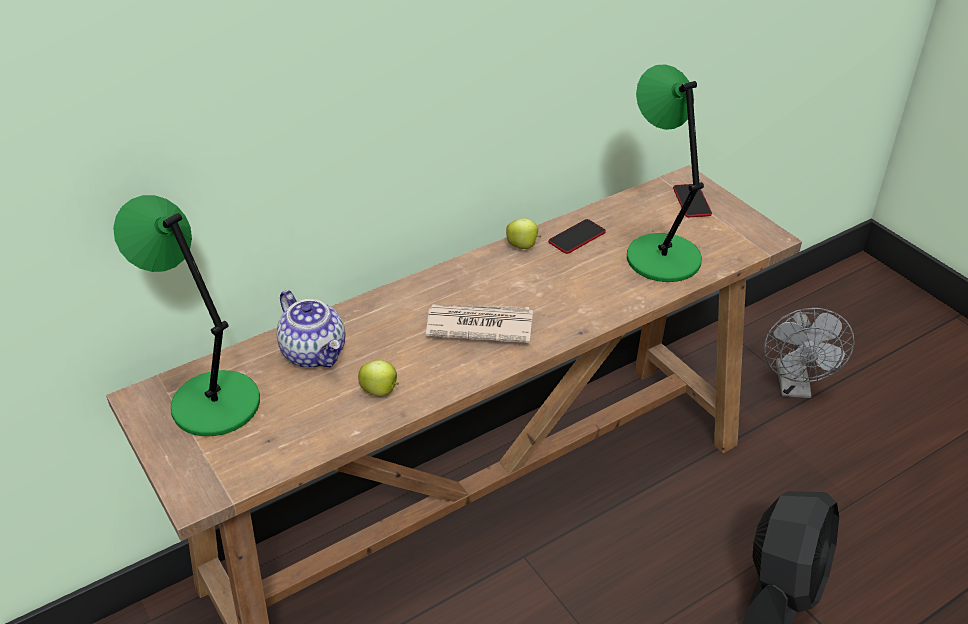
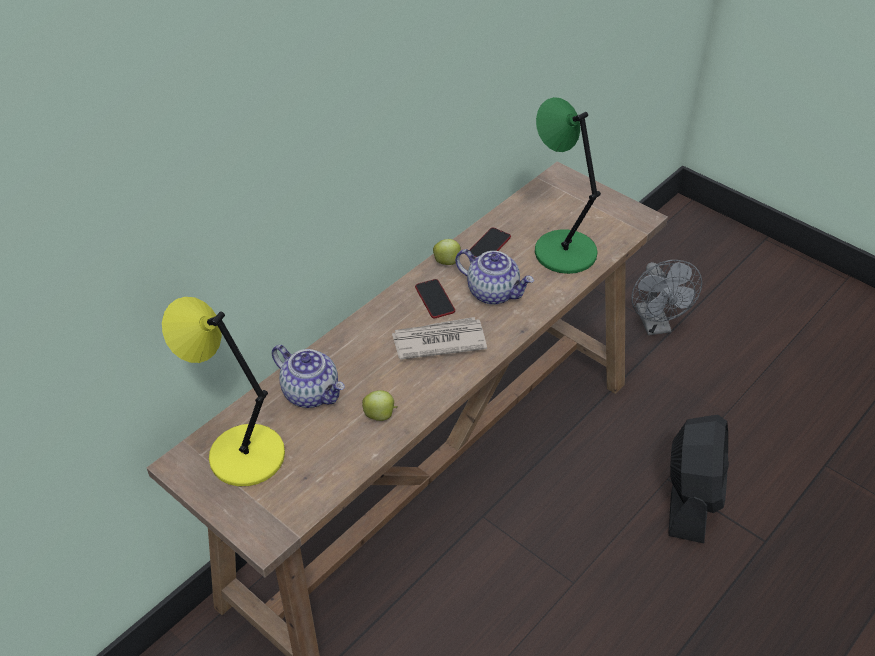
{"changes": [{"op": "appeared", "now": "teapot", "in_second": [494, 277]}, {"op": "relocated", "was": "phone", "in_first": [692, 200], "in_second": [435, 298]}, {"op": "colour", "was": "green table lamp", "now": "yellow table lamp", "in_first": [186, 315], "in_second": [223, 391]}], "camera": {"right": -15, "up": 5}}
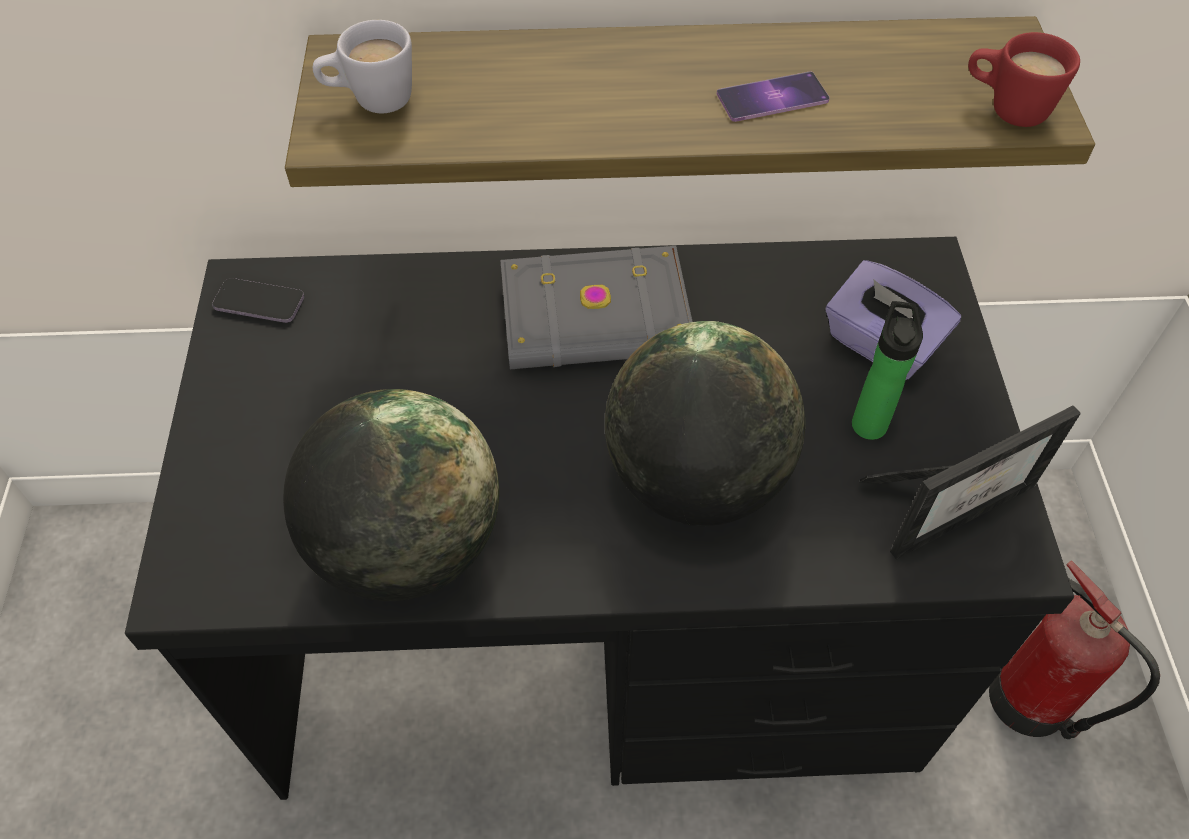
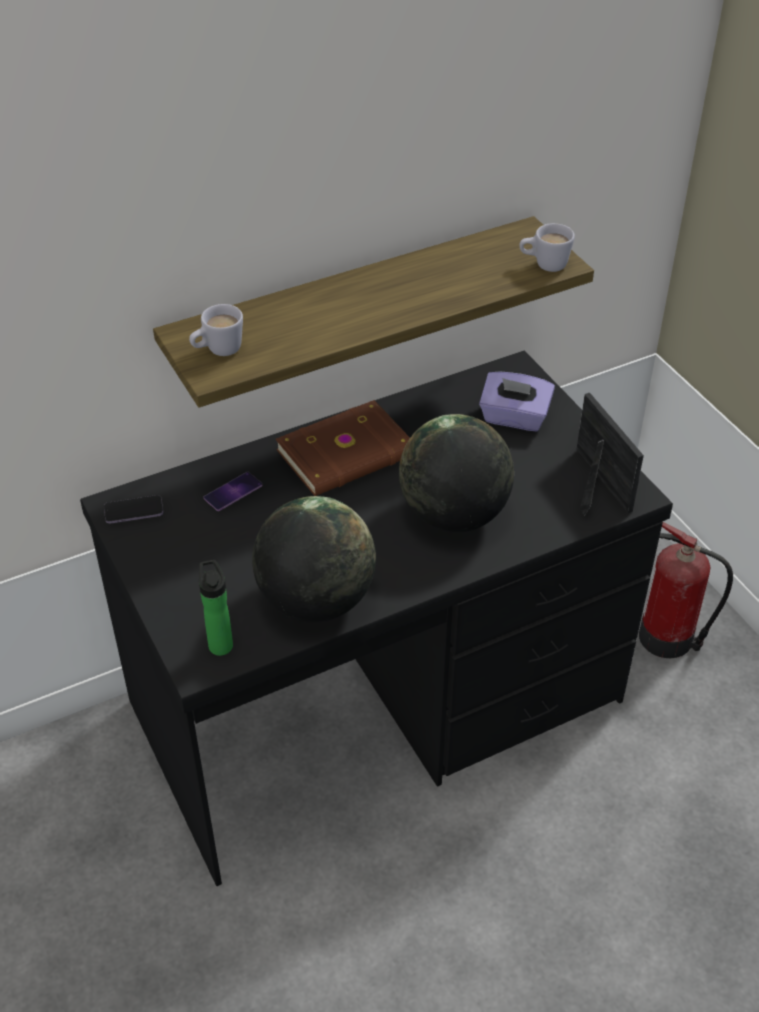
{"changes": [{"op": "relocated", "was": "phone", "in_first": [773, 97], "in_second": [233, 491]}, {"op": "relocated", "was": "bottle", "in_first": [887, 370], "in_second": [216, 608]}, {"op": "colour", "was": "grey book", "now": "brown book", "in_first": [596, 307], "in_second": [343, 448]}, {"op": "colour", "was": "red mug", "now": "white mug", "in_first": [1024, 79], "in_second": [547, 247]}, {"op": "spun", "was": "picture frame", "in_first": [970, 483], "in_second": [610, 454], "clockwise": -60}], "camera": {"right": -25, "up": -10}}
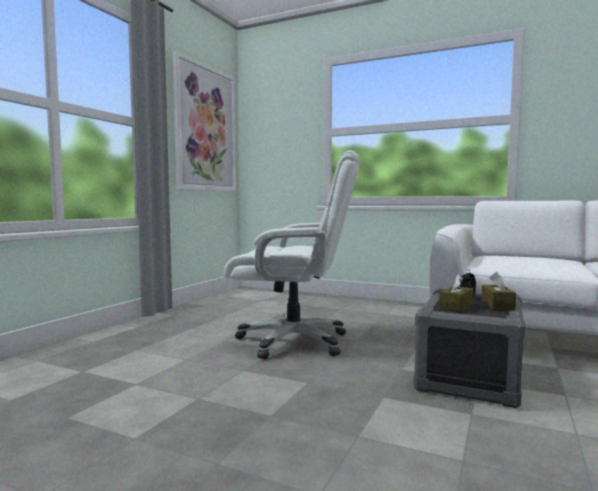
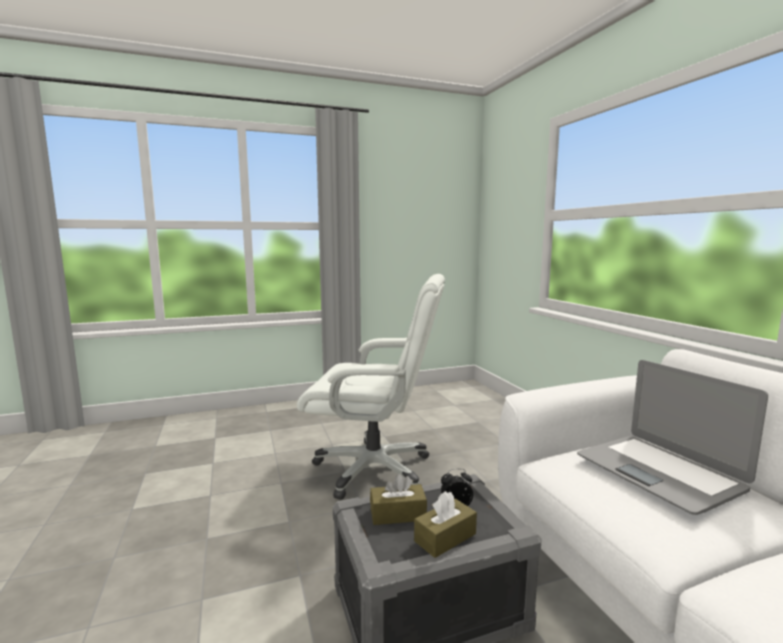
{"changes": [{"op": "missing", "was": "picture", "in_first": [204, 121]}, {"op": "appeared", "now": "laptop", "in_second": [672, 437]}, {"op": "spun", "was": "white office chair", "in_first": [291, 254], "in_second": [371, 387], "clockwise": -45}], "camera": {"right": 45, "up": 5}}
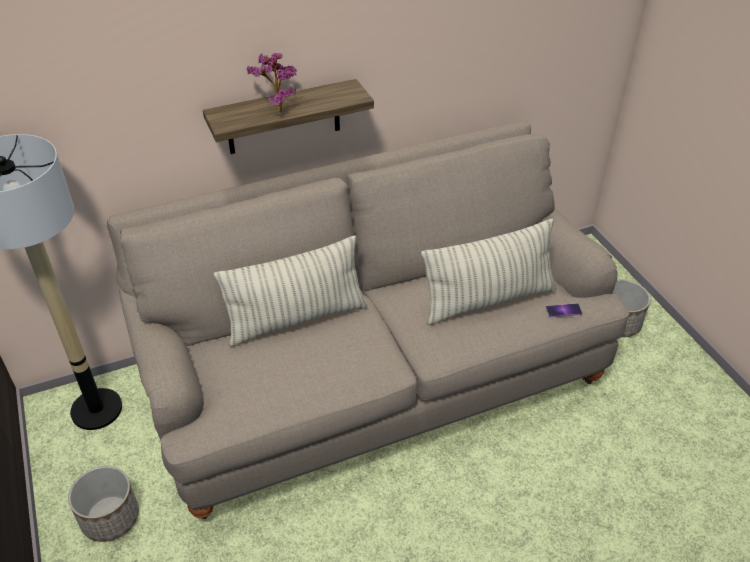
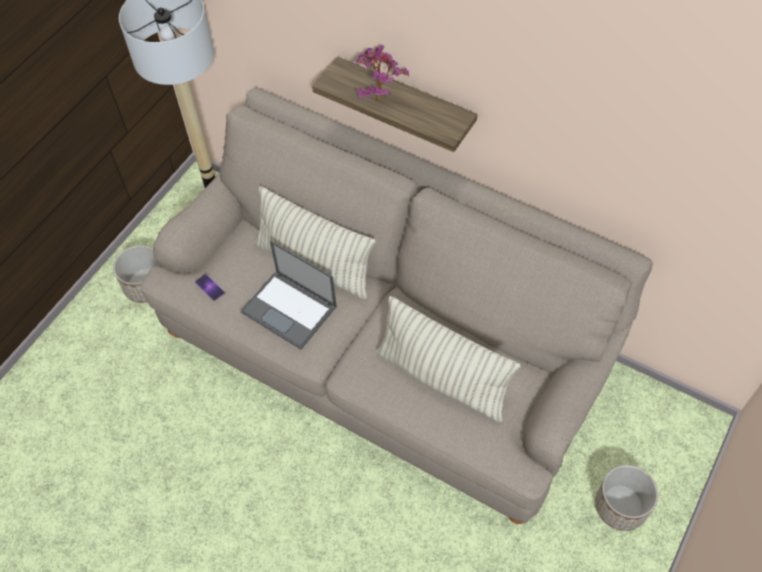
{"changes": [{"op": "appeared", "now": "laptop", "in_second": [289, 295]}, {"op": "relocated", "was": "phone", "in_first": [564, 310], "in_second": [210, 287]}], "camera": {"right": 55, "up": 15}}
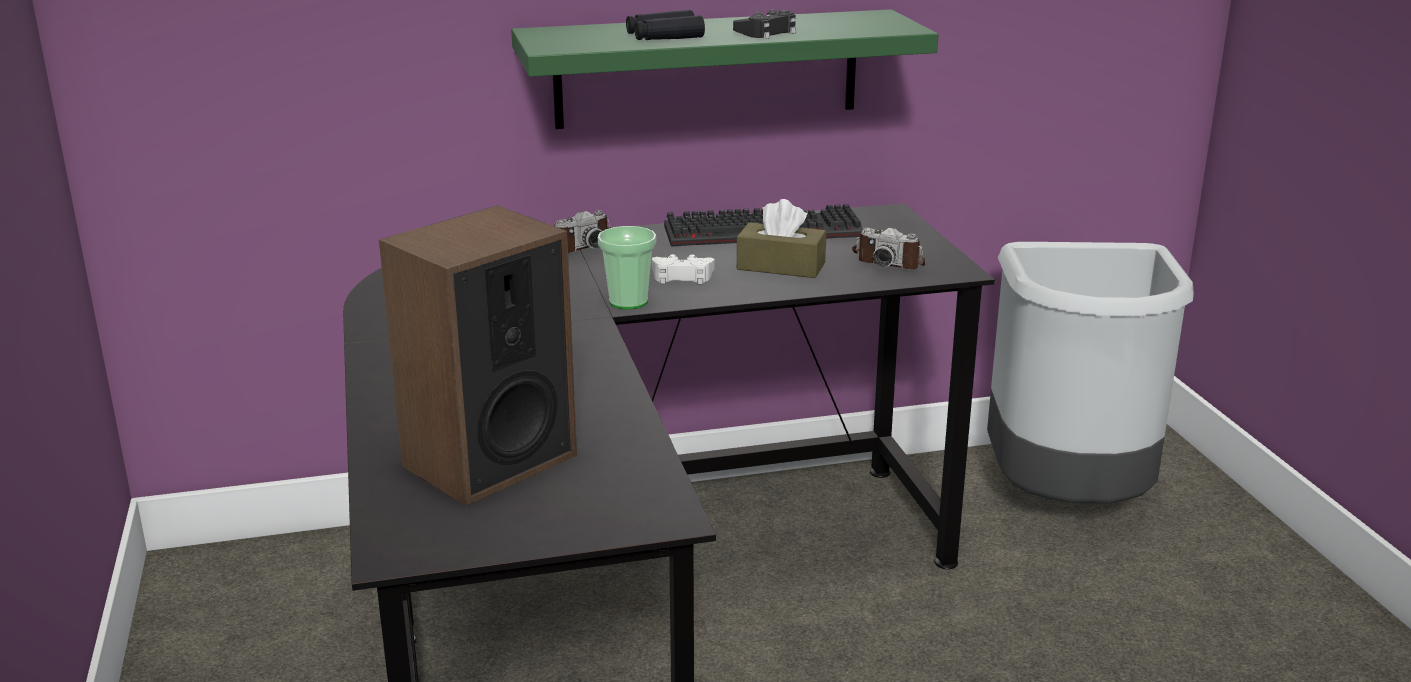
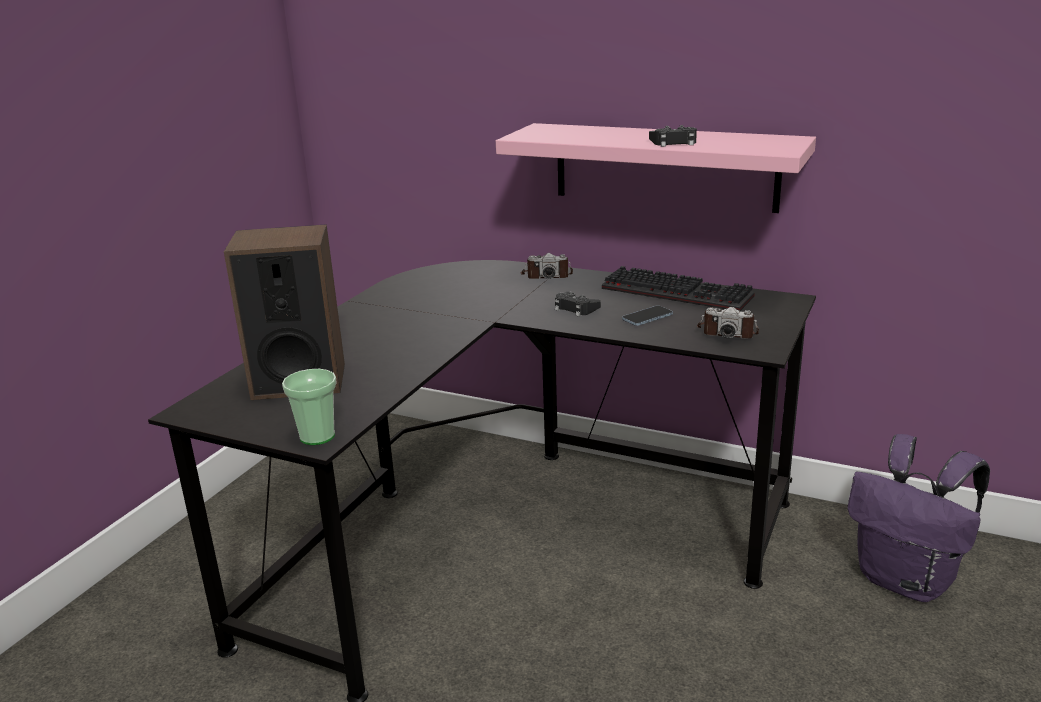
{"changes": [{"op": "missing", "was": "black binoculars", "in_first": [665, 25]}, {"op": "relocated", "was": "cup", "in_first": [627, 267], "in_second": [309, 407]}, {"op": "exchanged", "was": "brown tissue box", "now": "phone", "in_first": [781, 238], "in_second": [647, 316]}, {"op": "exchanged", "was": "grey trash can", "now": "purple backpack", "in_first": [1090, 373], "in_second": [918, 518]}, {"op": "colour", "was": "green shelf", "now": "pink shelf", "in_first": [725, 69], "in_second": [656, 168]}, {"op": "colour", "was": "white game controller", "now": "black game controller", "in_first": [683, 269], "in_second": [578, 304]}, {"op": "spun", "was": "photo camera", "in_first": [888, 248], "in_second": [728, 323], "clockwise": -45}], "camera": {"right": 40, "up": 0}}
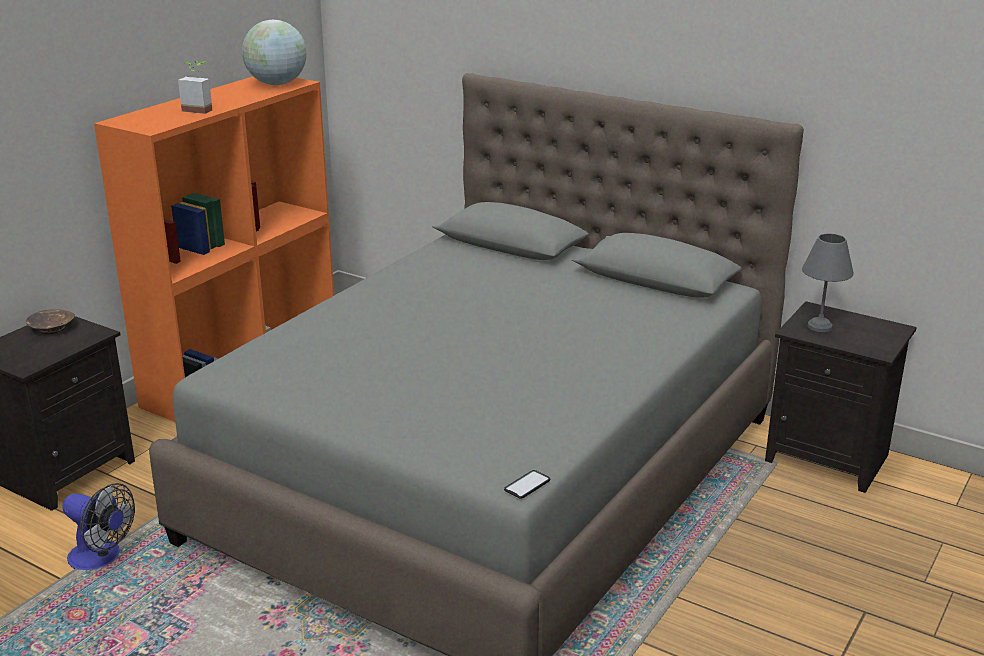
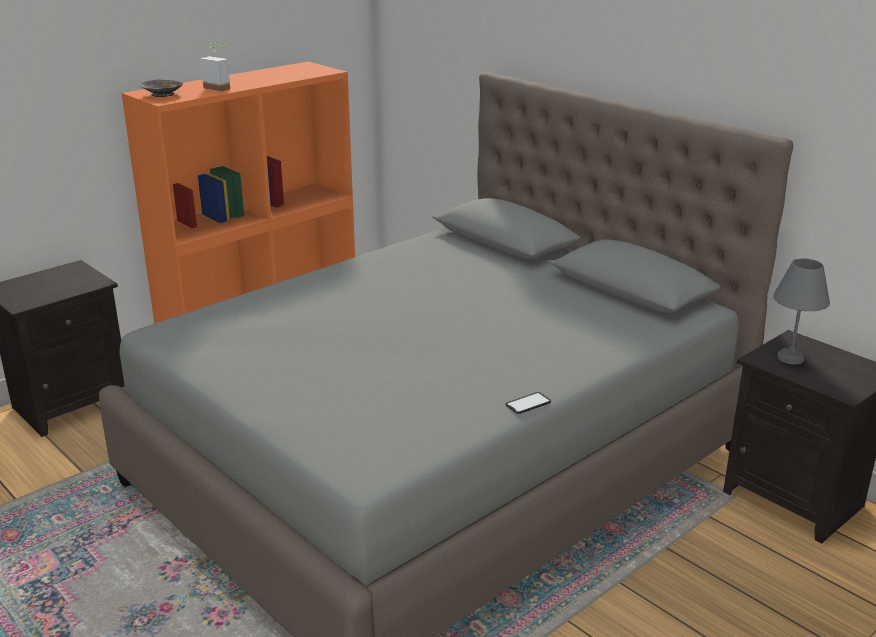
{"changes": [{"op": "missing", "was": "fan", "in_first": [98, 526]}, {"op": "missing", "was": "globe", "in_first": [274, 52]}, {"op": "relocated", "was": "brown bowl", "in_first": [50, 321], "in_second": [161, 88]}, {"op": "relocated", "was": "phone", "in_first": [527, 484], "in_second": [528, 403]}], "camera": {"right": 15, "up": 0}}
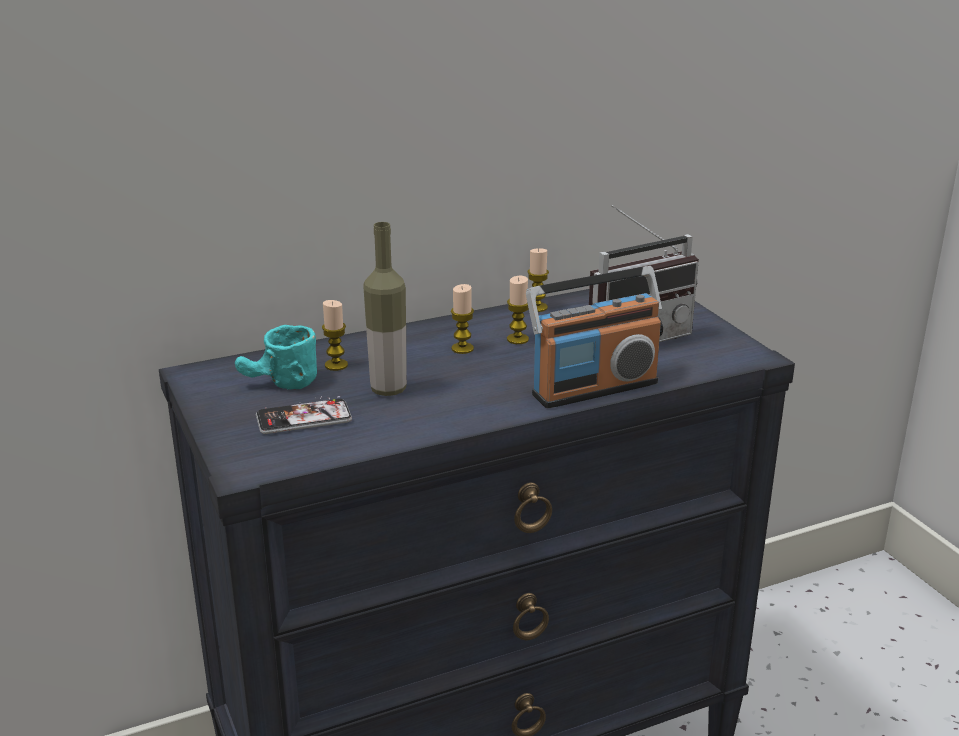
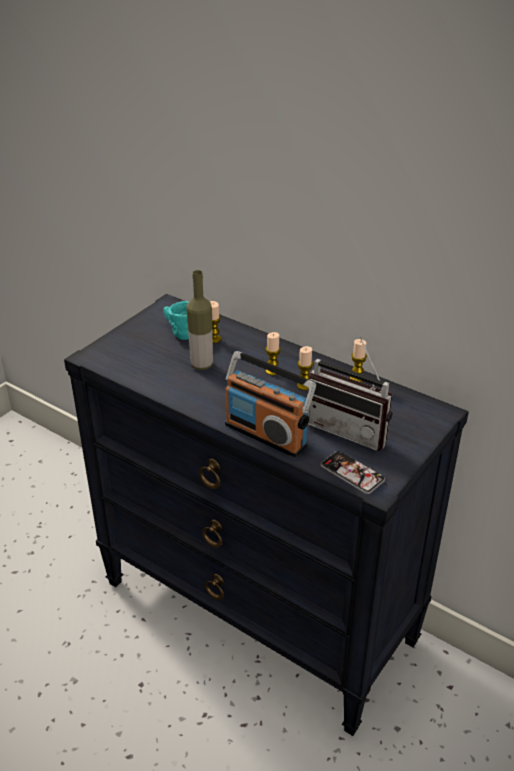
{"changes": [{"op": "relocated", "was": "phone", "in_first": [304, 415], "in_second": [353, 472]}], "camera": {"right": 60, "up": 10}}
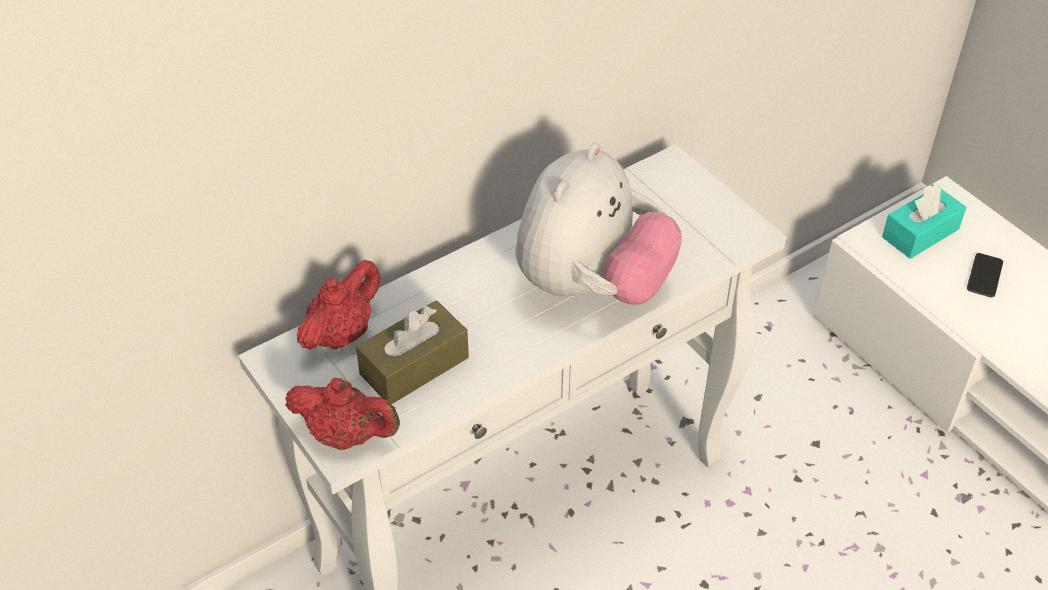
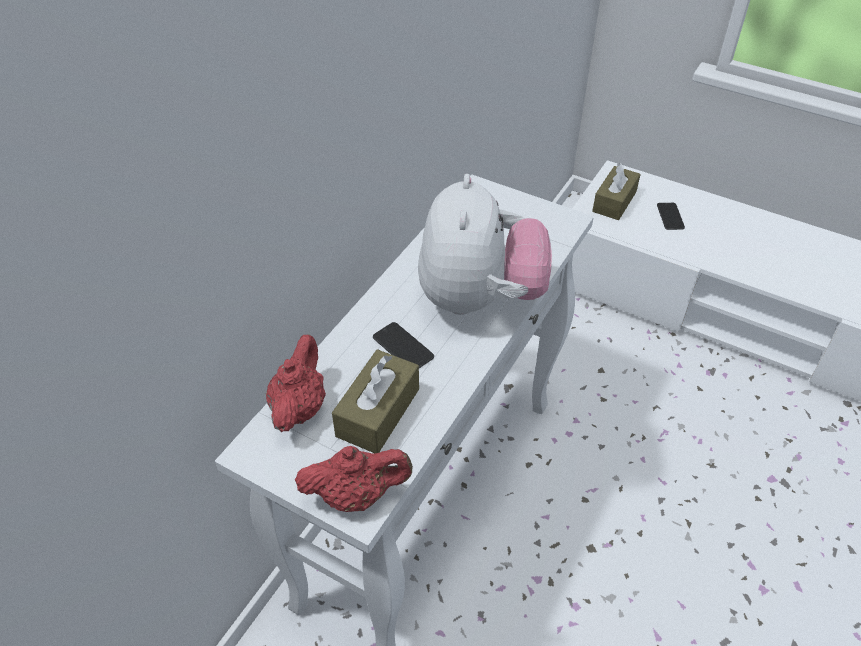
{"changes": [{"op": "appeared", "now": "phone", "in_second": [403, 345]}, {"op": "colour", "was": "turquoise tissue box", "now": "brown tissue box", "in_first": [924, 221], "in_second": [616, 191]}], "camera": {"right": -25, "up": 0}}
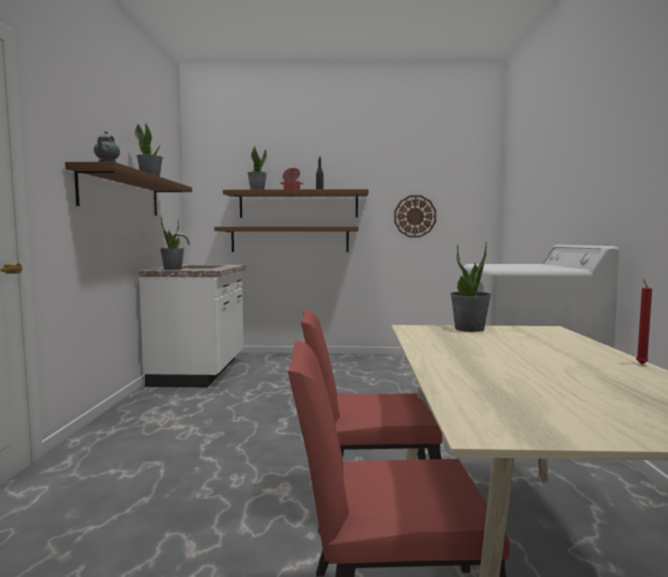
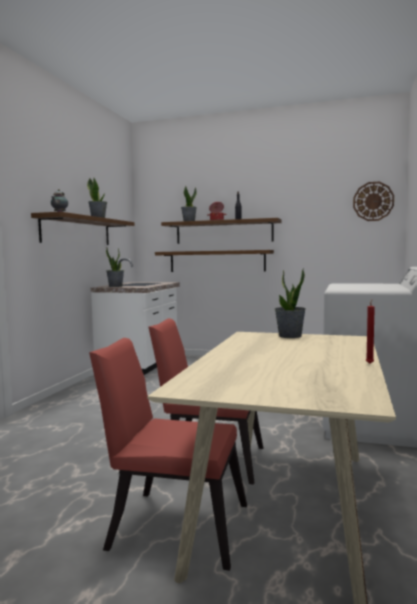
{"changes": [{"op": "relocated", "was": "wall clock", "in_first": [415, 216], "in_second": [373, 201]}], "camera": {"right": 15, "up": 0}}
